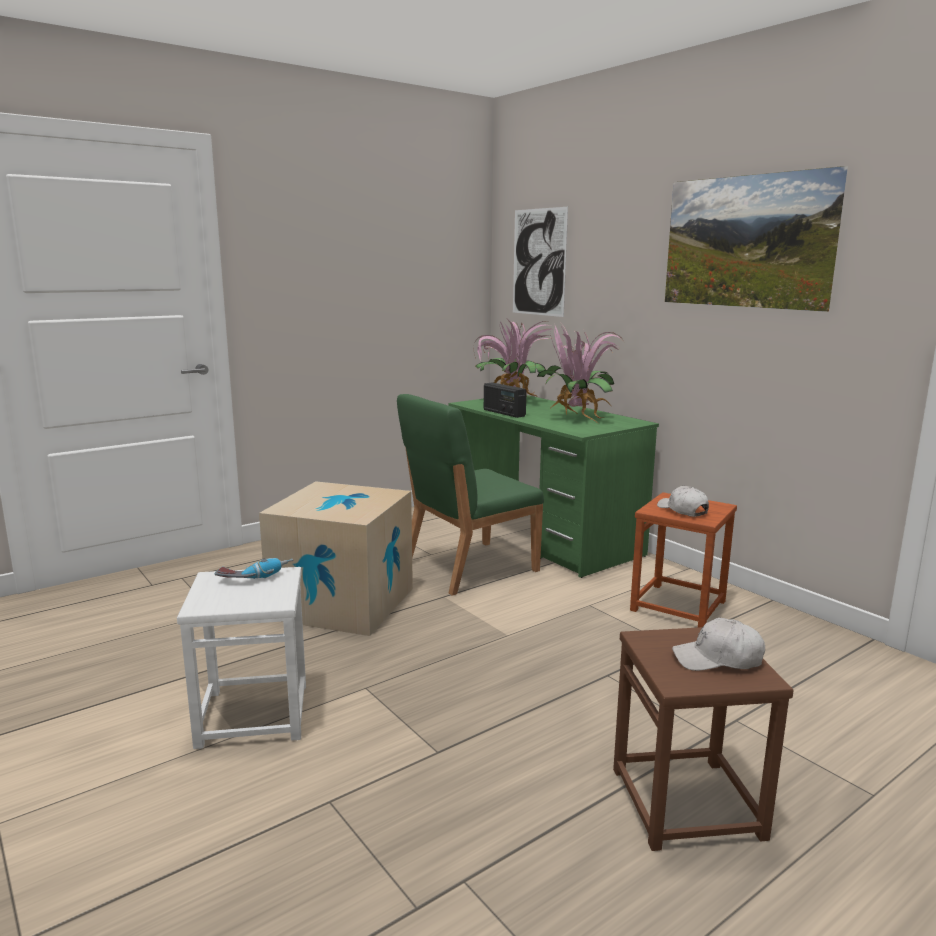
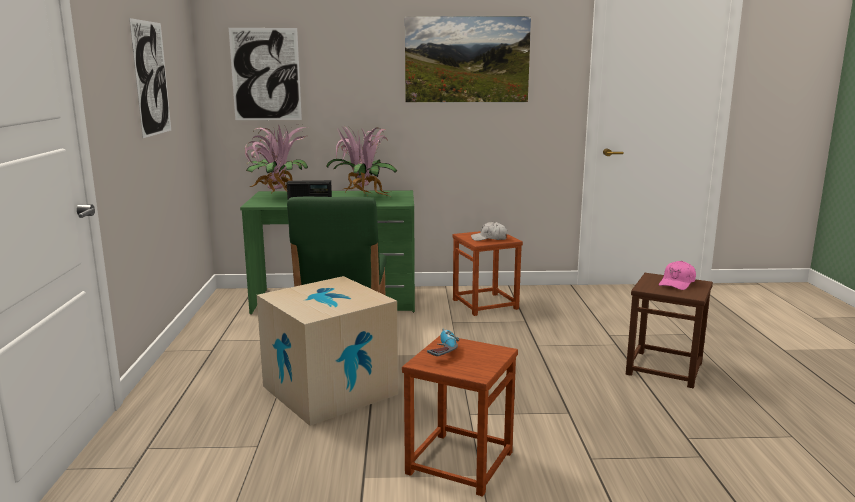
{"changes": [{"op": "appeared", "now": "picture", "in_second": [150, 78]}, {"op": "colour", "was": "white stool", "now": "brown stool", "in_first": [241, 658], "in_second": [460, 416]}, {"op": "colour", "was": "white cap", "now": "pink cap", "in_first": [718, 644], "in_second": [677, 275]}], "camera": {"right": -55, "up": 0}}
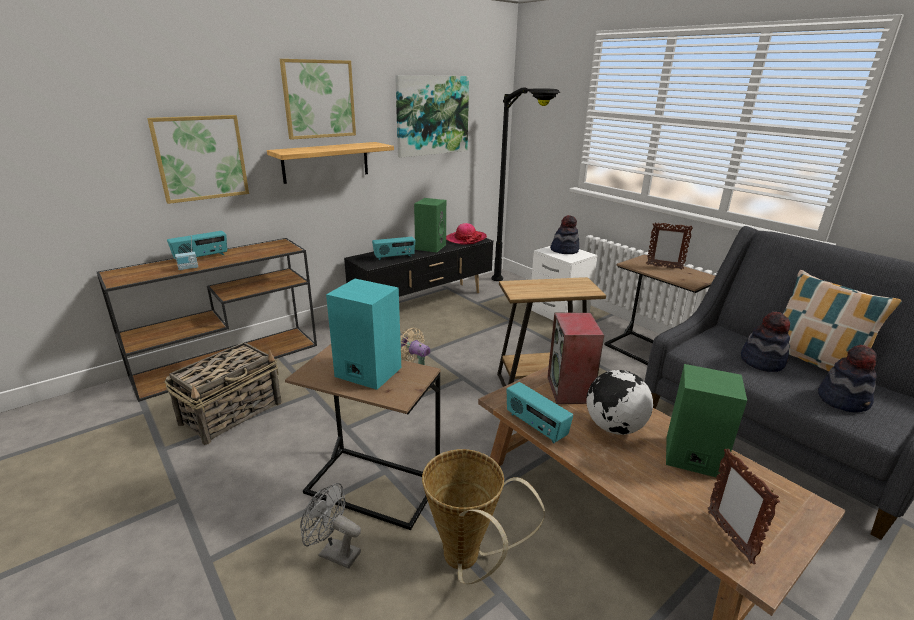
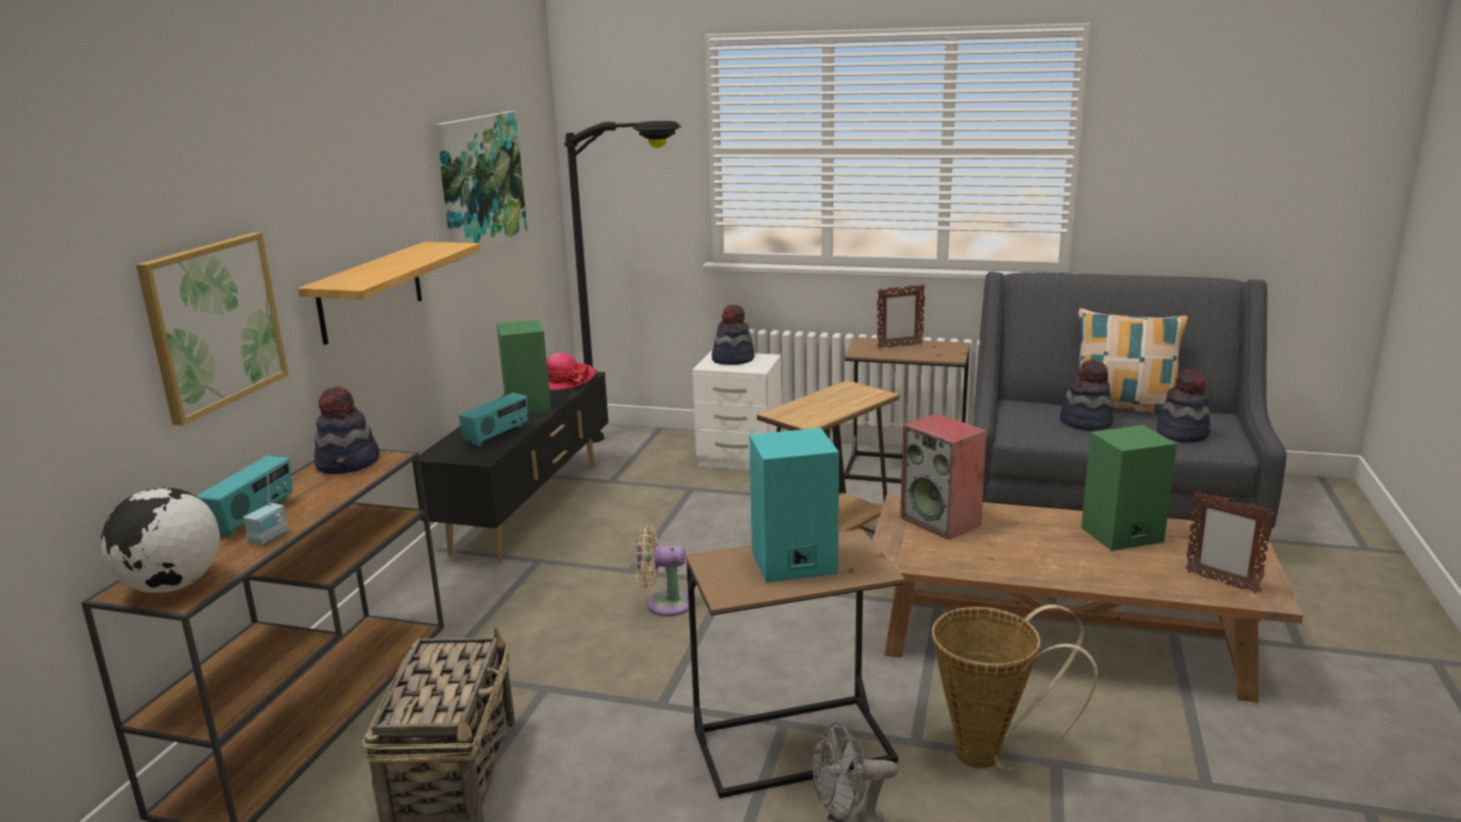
{"changes": [{"op": "missing", "was": "picture", "in_first": [318, 99]}, {"op": "missing", "was": "radio", "in_first": [540, 412]}, {"op": "appeared", "now": "hat", "in_second": [346, 430]}, {"op": "relocated", "was": "globe", "in_first": [619, 402], "in_second": [160, 540]}], "camera": {"right": -35, "up": -5}}
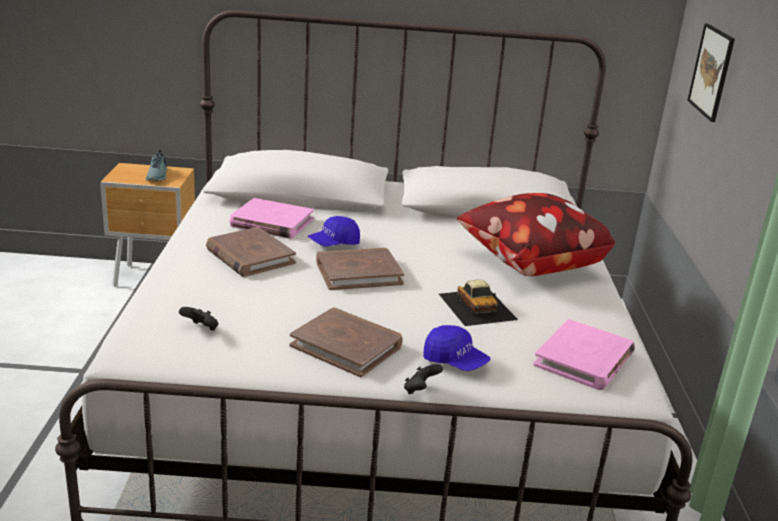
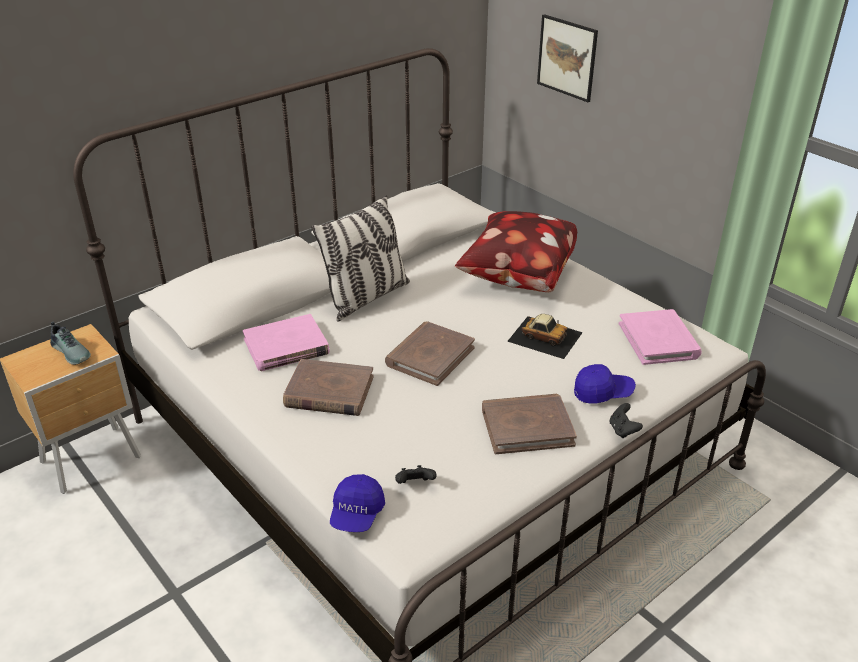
{"changes": [{"op": "appeared", "now": "pillow", "in_second": [360, 258]}, {"op": "relocated", "was": "blue cap", "in_first": [334, 231], "in_second": [357, 503]}], "camera": {"right": -40, "up": 10}}
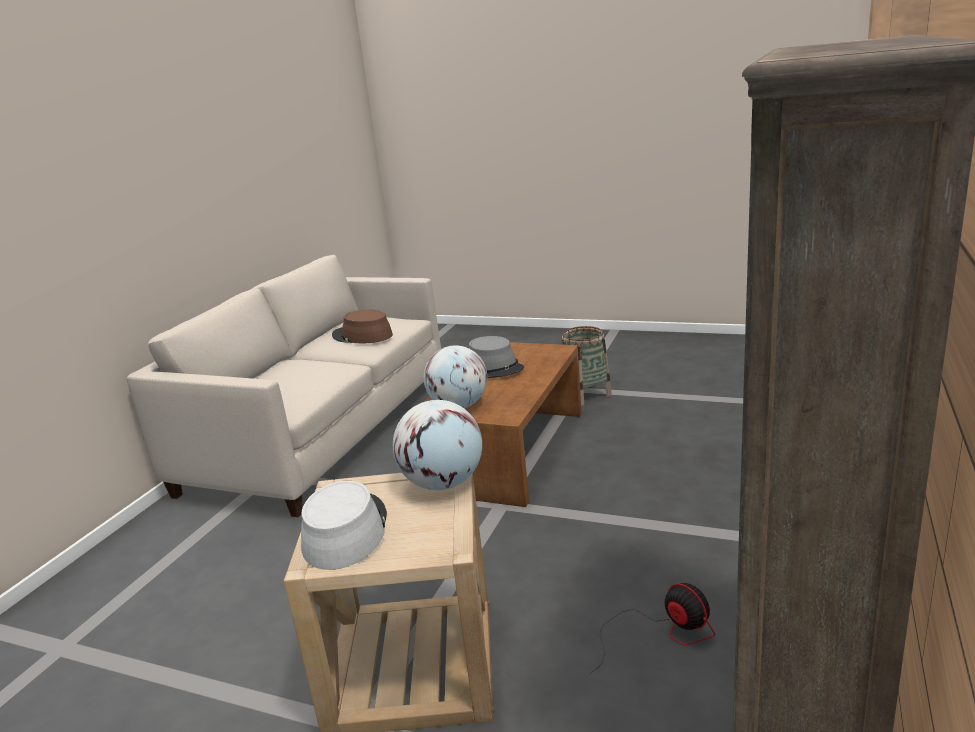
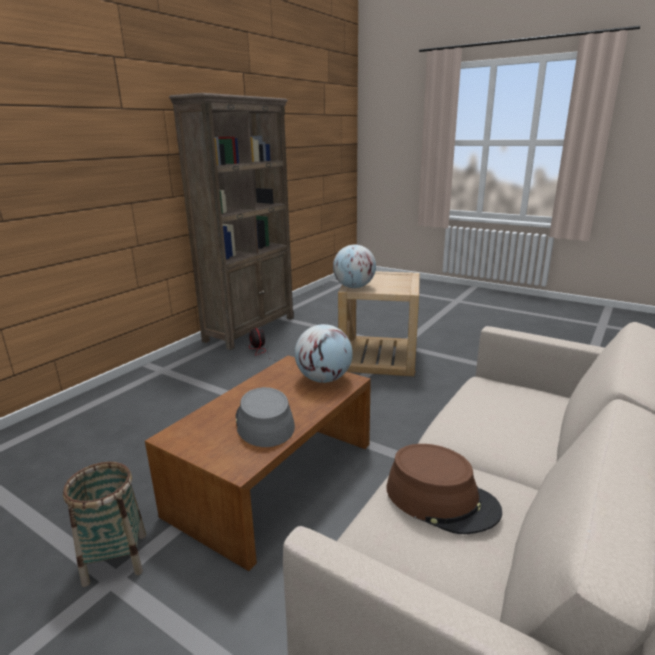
{"changes": [{"op": "missing", "was": "grey hat", "in_first": [344, 525]}], "camera": {"right": -170, "up": 0}}
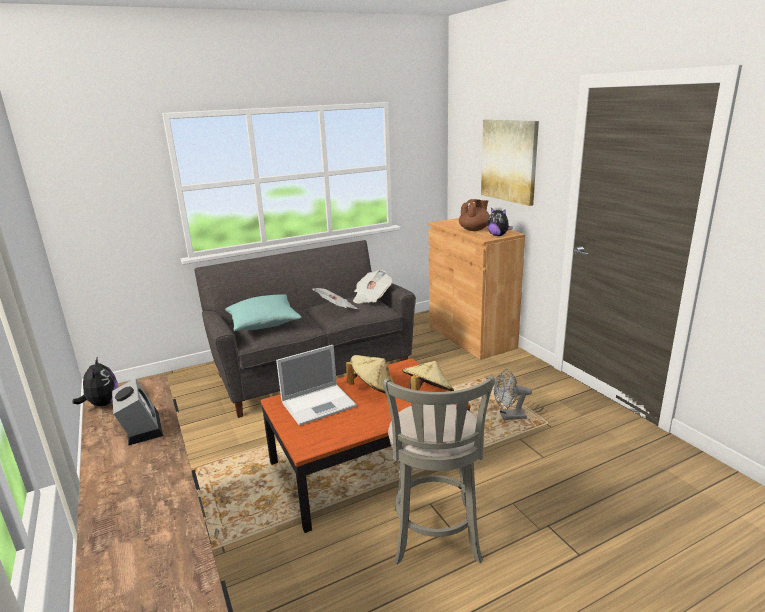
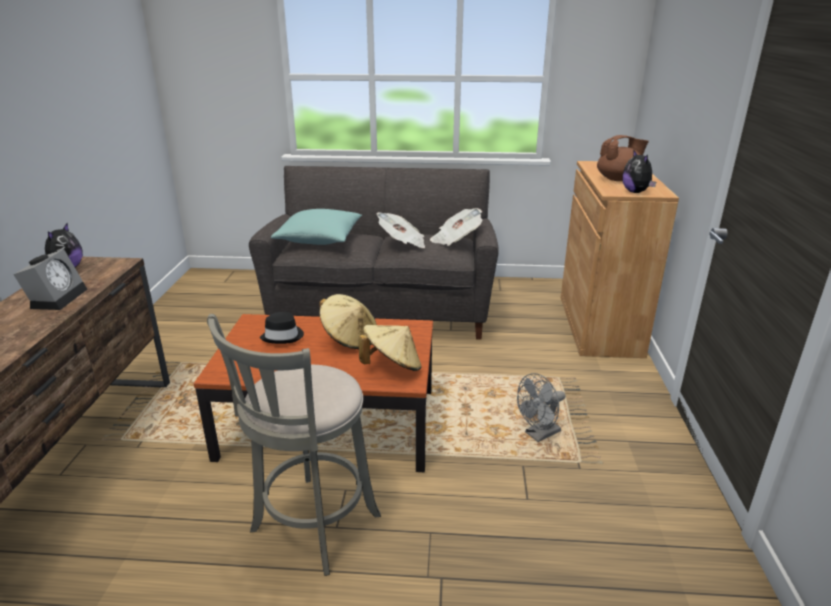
{"changes": [{"op": "missing", "was": "picture", "in_first": [510, 162]}, {"op": "exchanged", "was": "laptop", "now": "black hat", "in_first": [316, 385], "in_second": [282, 328]}, {"op": "spun", "was": "grey fan", "in_first": [513, 394], "in_second": [541, 407], "clockwise": -60}], "camera": {"right": 30, "up": 5}}
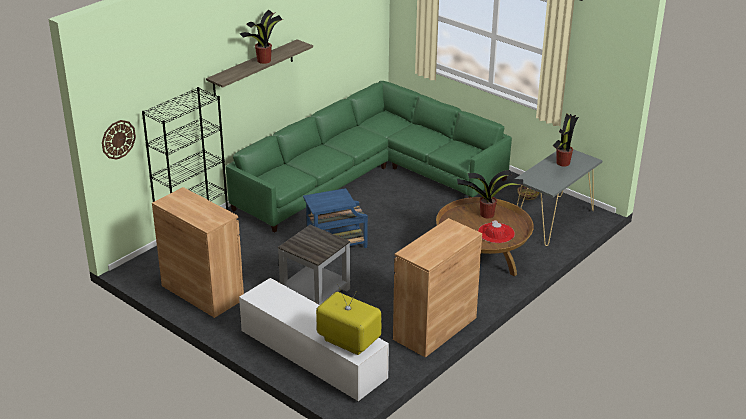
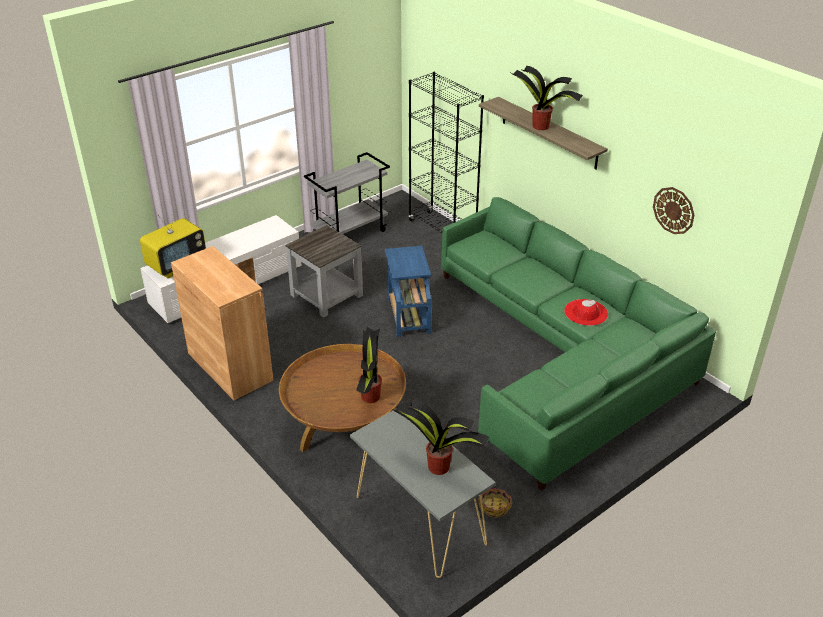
{"changes": [{"op": "relocated", "was": "wall clock", "in_first": [119, 139], "in_second": [674, 210]}, {"op": "relocated", "was": "red hat", "in_first": [496, 231], "in_second": [586, 312]}, {"op": "exchanged", "was": "brown cabinet", "now": "grey cart", "in_first": [198, 252], "in_second": [347, 193]}], "camera": {"right": 100, "up": 5}}
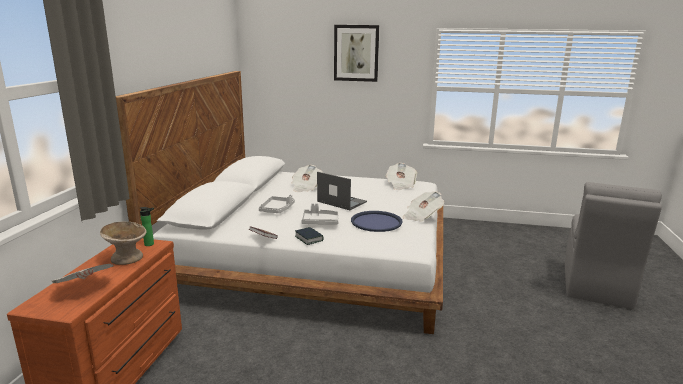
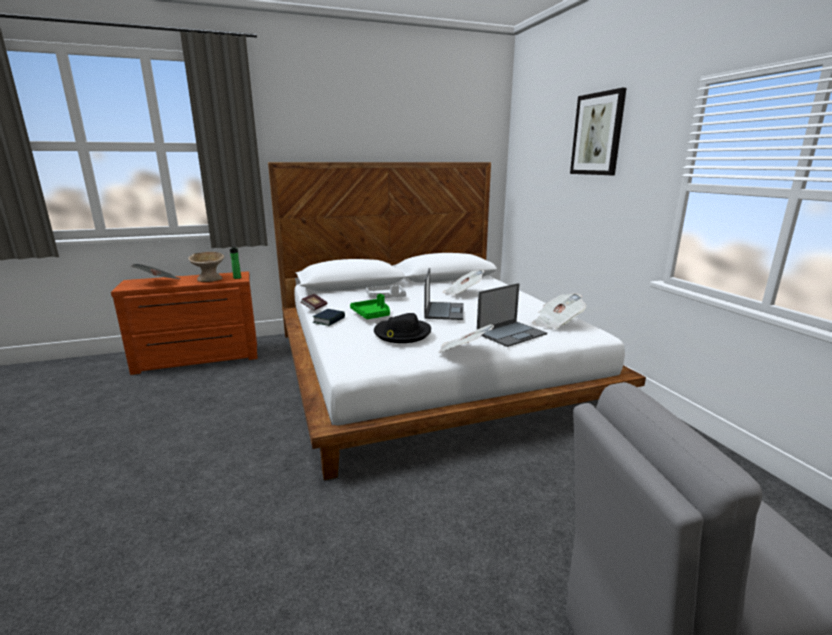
{"changes": [{"op": "appeared", "now": "laptop", "in_second": [512, 315]}, {"op": "exchanged", "was": "blue tray", "now": "black hat", "in_first": [377, 221], "in_second": [402, 328]}, {"op": "colour", "was": "grey tray", "now": "green tray", "in_first": [320, 213], "in_second": [370, 306]}], "camera": {"right": 60, "up": 0}}
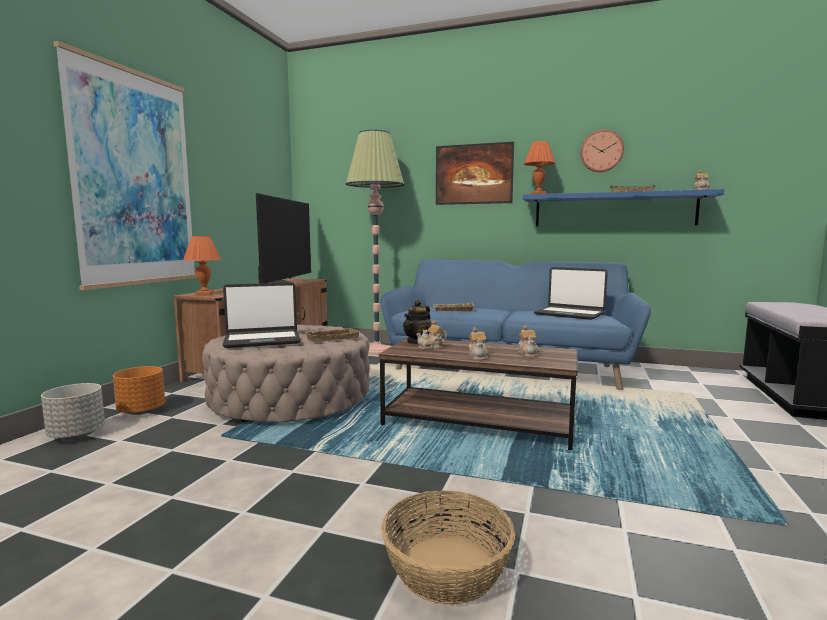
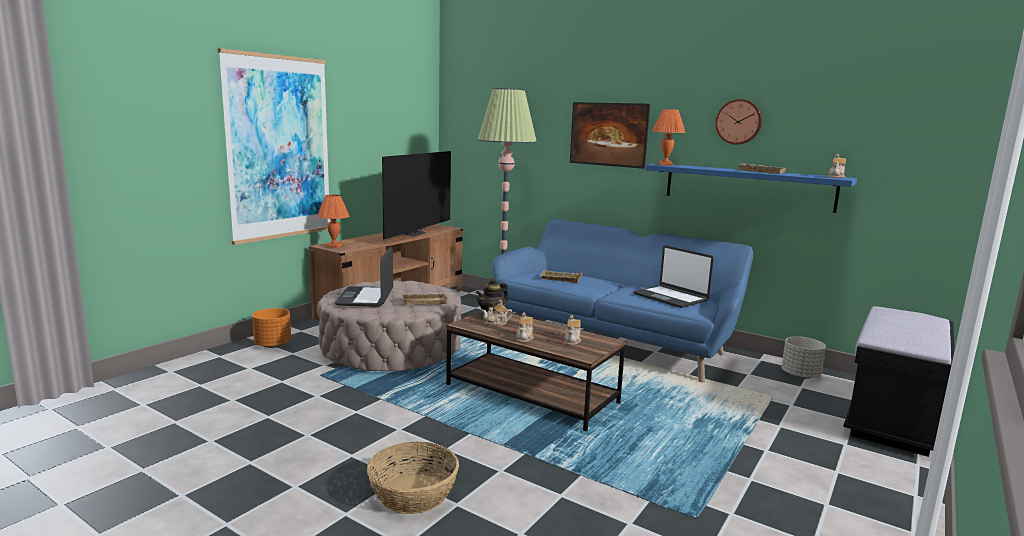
{"changes": [{"op": "relocated", "was": "grey planter", "in_first": [73, 411], "in_second": [803, 357]}, {"op": "spun", "was": "laptop", "in_first": [261, 315], "in_second": [364, 277], "clockwise": 90}], "camera": {"right": 15, "up": 5}}
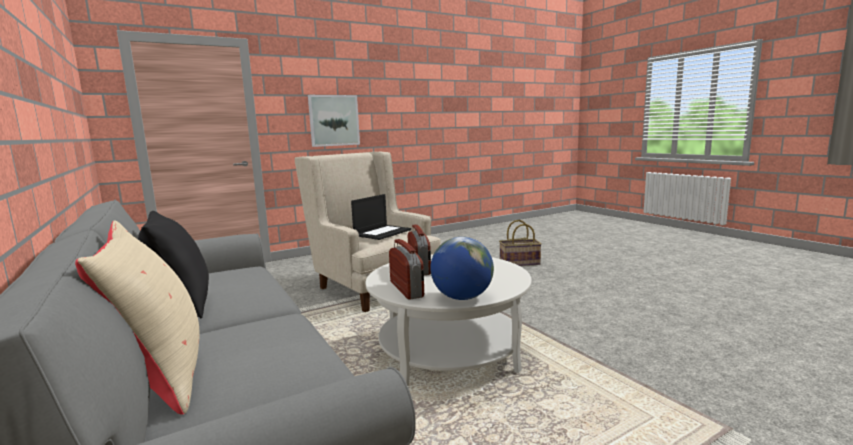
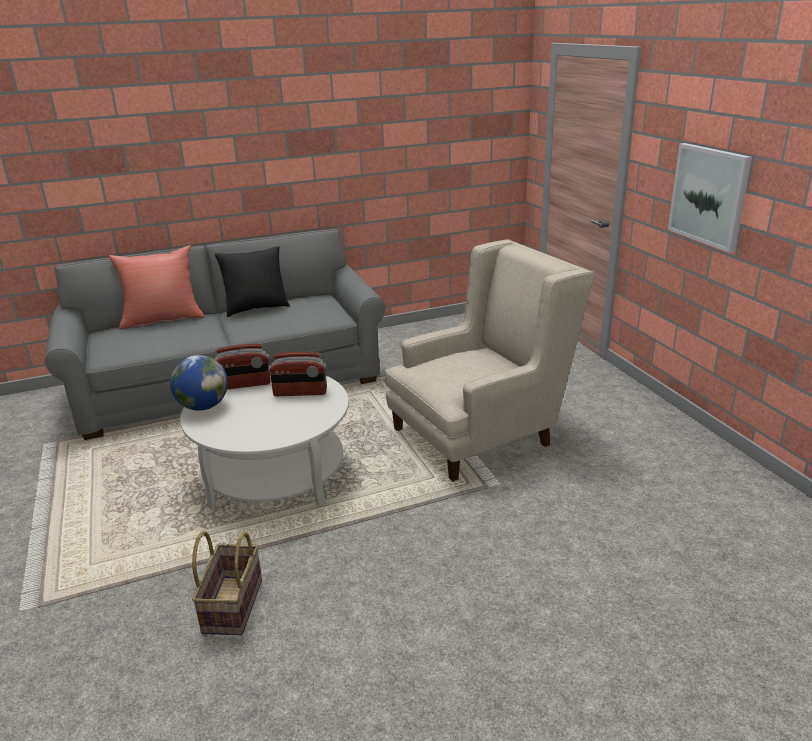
{"changes": [{"op": "missing", "was": "laptop", "in_first": [381, 217]}, {"op": "relocated", "was": "basket", "in_first": [520, 243], "in_second": [227, 583]}, {"op": "colour", "was": "beige pillow", "now": "red pillow", "in_first": [137, 317], "in_second": [156, 287]}], "camera": {"right": 100, "up": 15}}
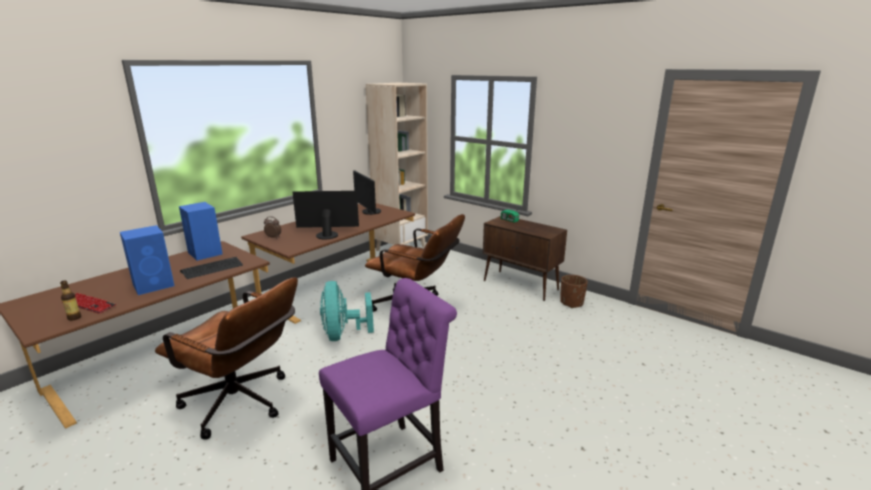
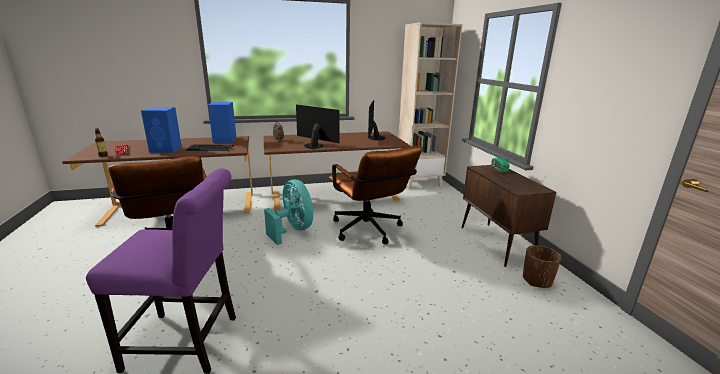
{"changes": [{"op": "spun", "was": "turquoise fan", "in_first": [347, 311], "in_second": [288, 212], "clockwise": 120}], "camera": {"right": 35, "up": 0}}
